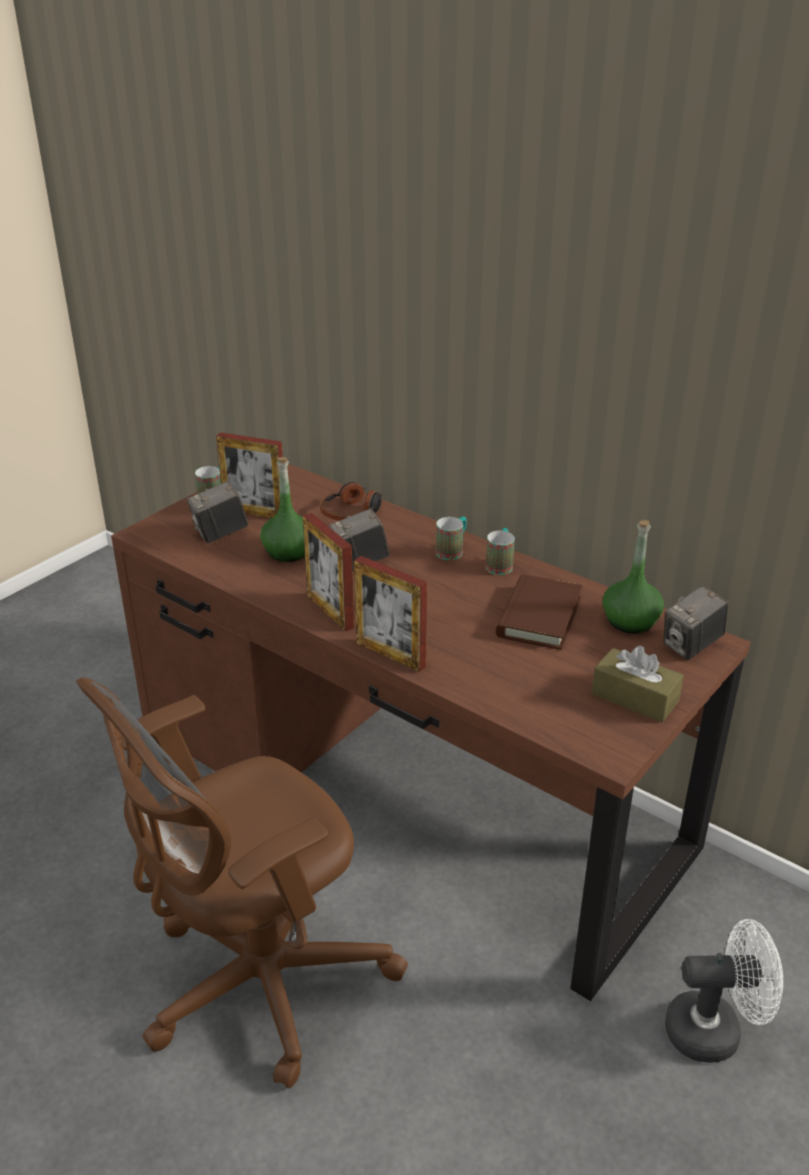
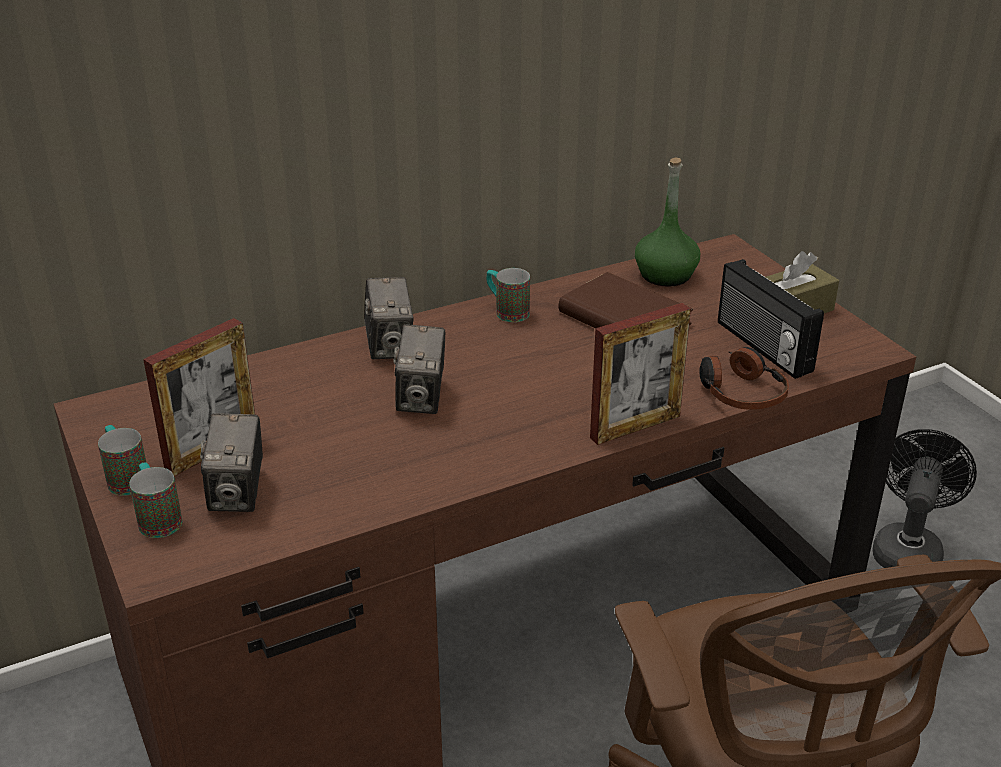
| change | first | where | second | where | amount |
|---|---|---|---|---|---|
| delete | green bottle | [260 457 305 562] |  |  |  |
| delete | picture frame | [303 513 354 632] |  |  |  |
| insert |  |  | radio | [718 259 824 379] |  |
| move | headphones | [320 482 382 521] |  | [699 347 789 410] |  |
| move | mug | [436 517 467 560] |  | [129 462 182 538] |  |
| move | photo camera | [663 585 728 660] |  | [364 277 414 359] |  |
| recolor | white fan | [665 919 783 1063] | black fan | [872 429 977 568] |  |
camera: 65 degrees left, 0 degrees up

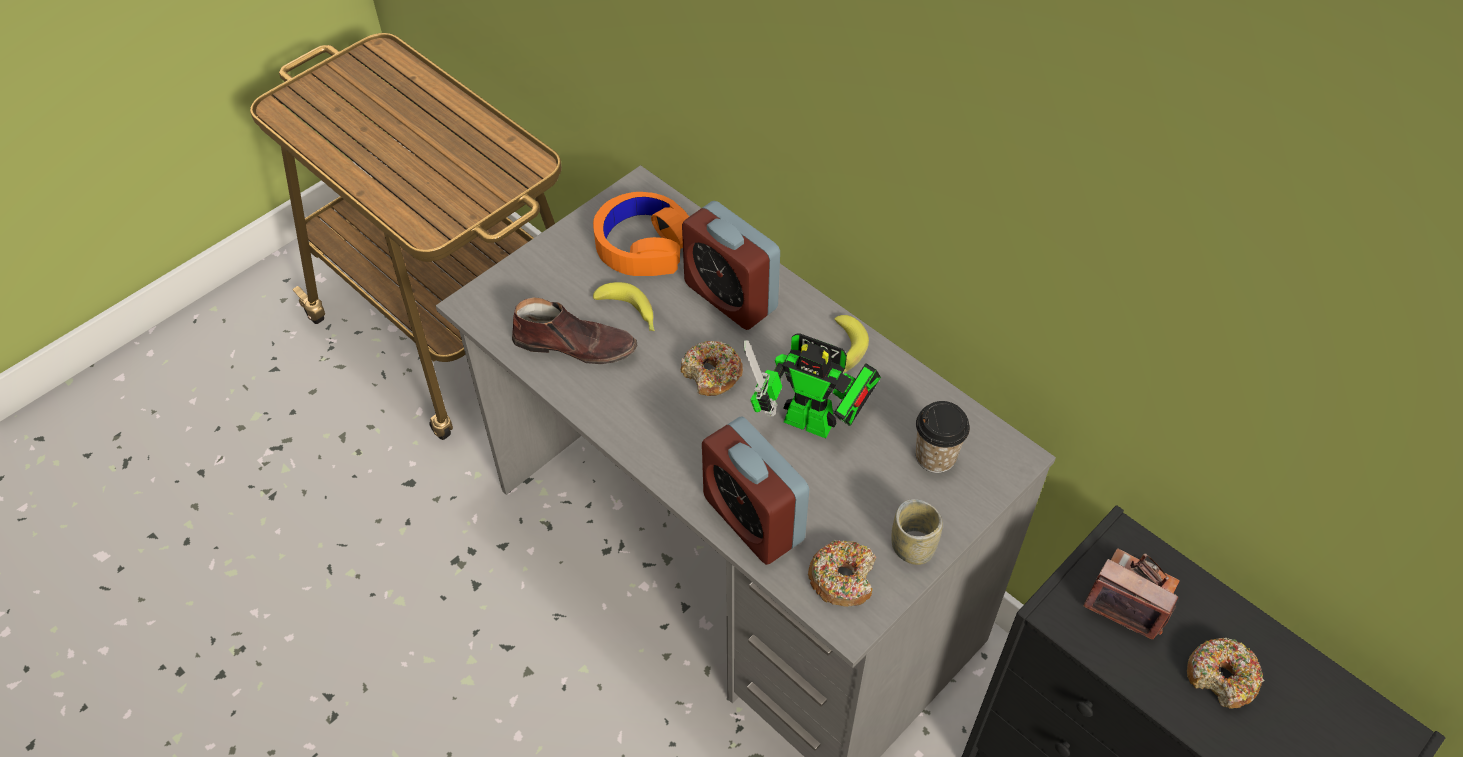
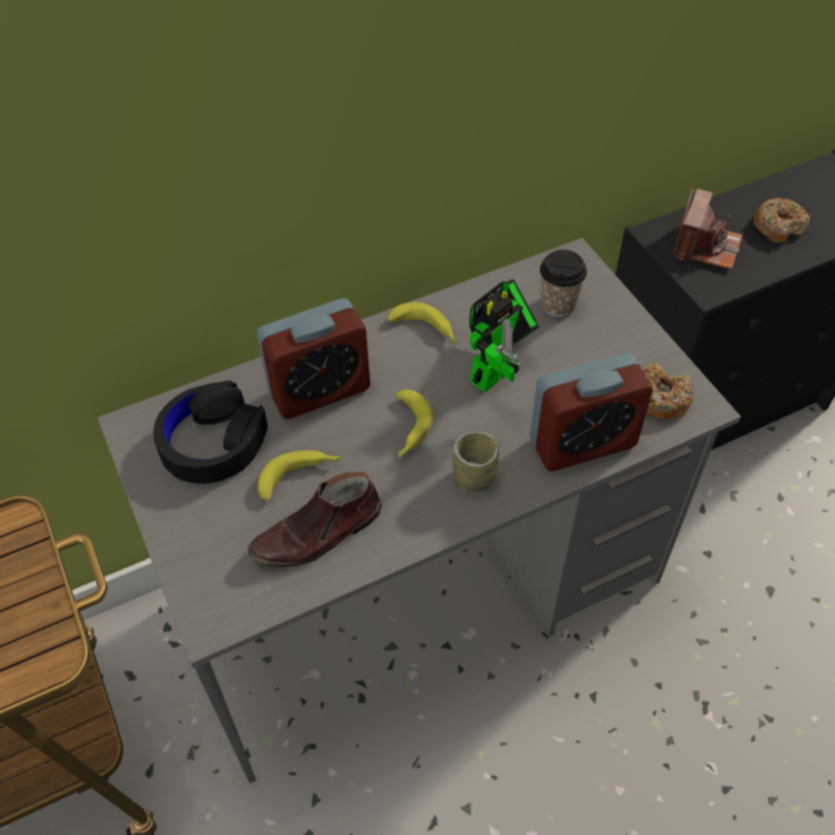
| change | first | where | second | where | amount |
|---|---|---|---|---|---|
| move | cup | [892 499 943 565] |  | [452 432 499 493] |  |
| replace | donut | [681 341 743 396] | banana | [395 390 433 458] |  |
| recolor | orange headphones | [593 192 689 276] | black headphones | [153 380 268 484] |  |
| rotate | brown shoe | [512 297 638 364] |  | [247 472 382 567] | 150 degrees counterclockwise |
| rotate | photo camera | [1084 548 1180 639] |  | [673 188 742 269] | 150 degrees clockwise |
camera: 70 degrees left, 0 degrees up

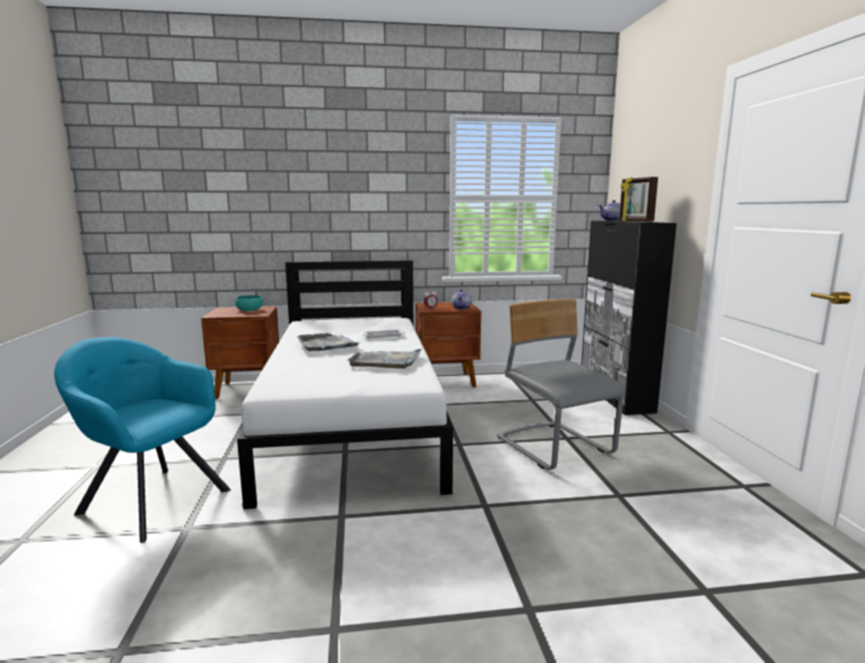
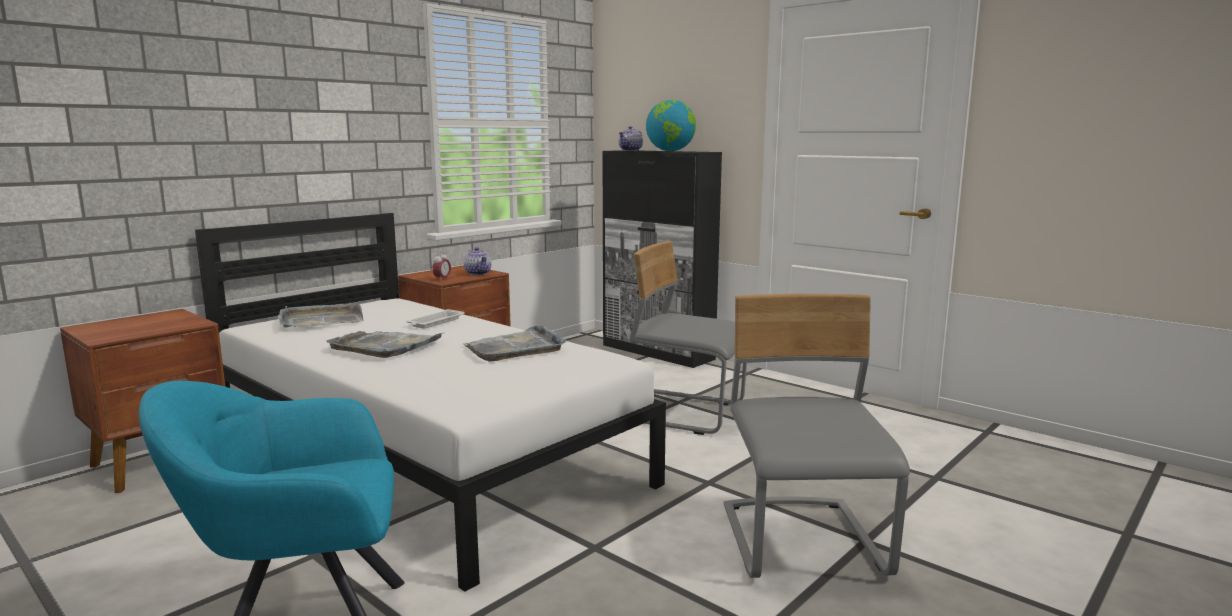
| change | first | where | second | where | amount |
|---|---|---|---|---|---|
| delete | turquoise bowl | [235 295 263 311] |  |  |  |
| insert |  |  | grey tray | [278 303 364 328] |  |
| insert |  |  | grey chair | [724 294 910 578] |  |
| replace | picture frame | [619 176 658 222] | globe | [646 100 696 151] |  |
camera: 40 degrees left, 0 degrees up

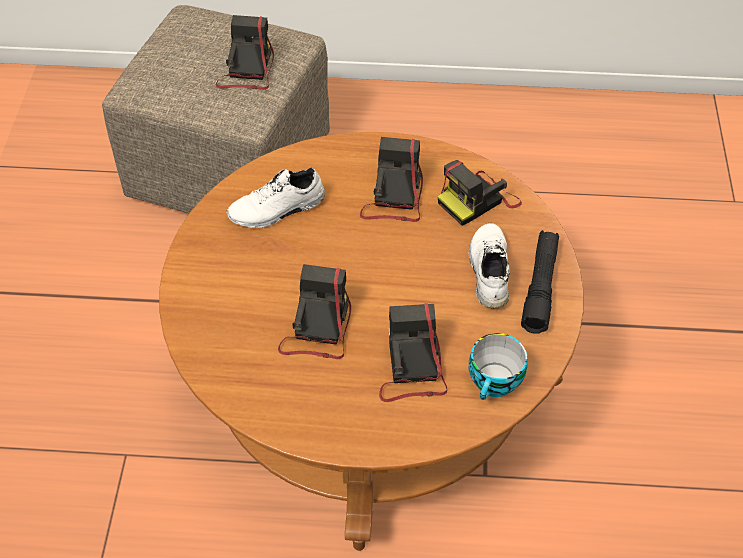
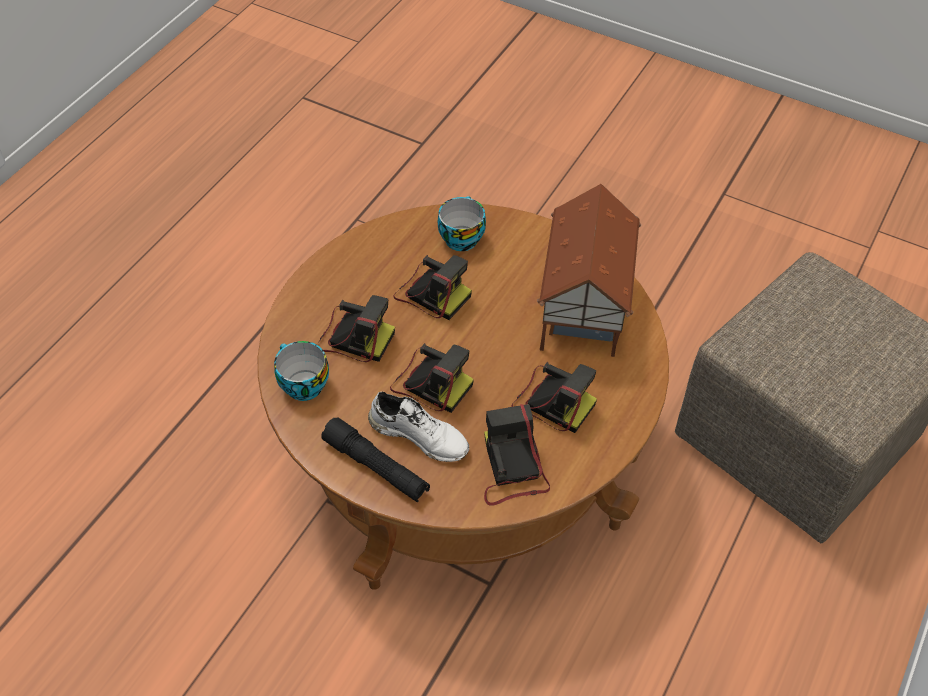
| change | first | where | second | where | amount |
|---|---|---|---|---|---|
| insert |  |  | cup | [438 196 486 251] |  |
| move | photo camera | [216 15 274 90] |  | [390 343 474 413] |  |
| replace | white shoe | [226 168 326 228] | toy house | [537 184 641 357] |  |
camera: 115 degrees right, 0 degrees up

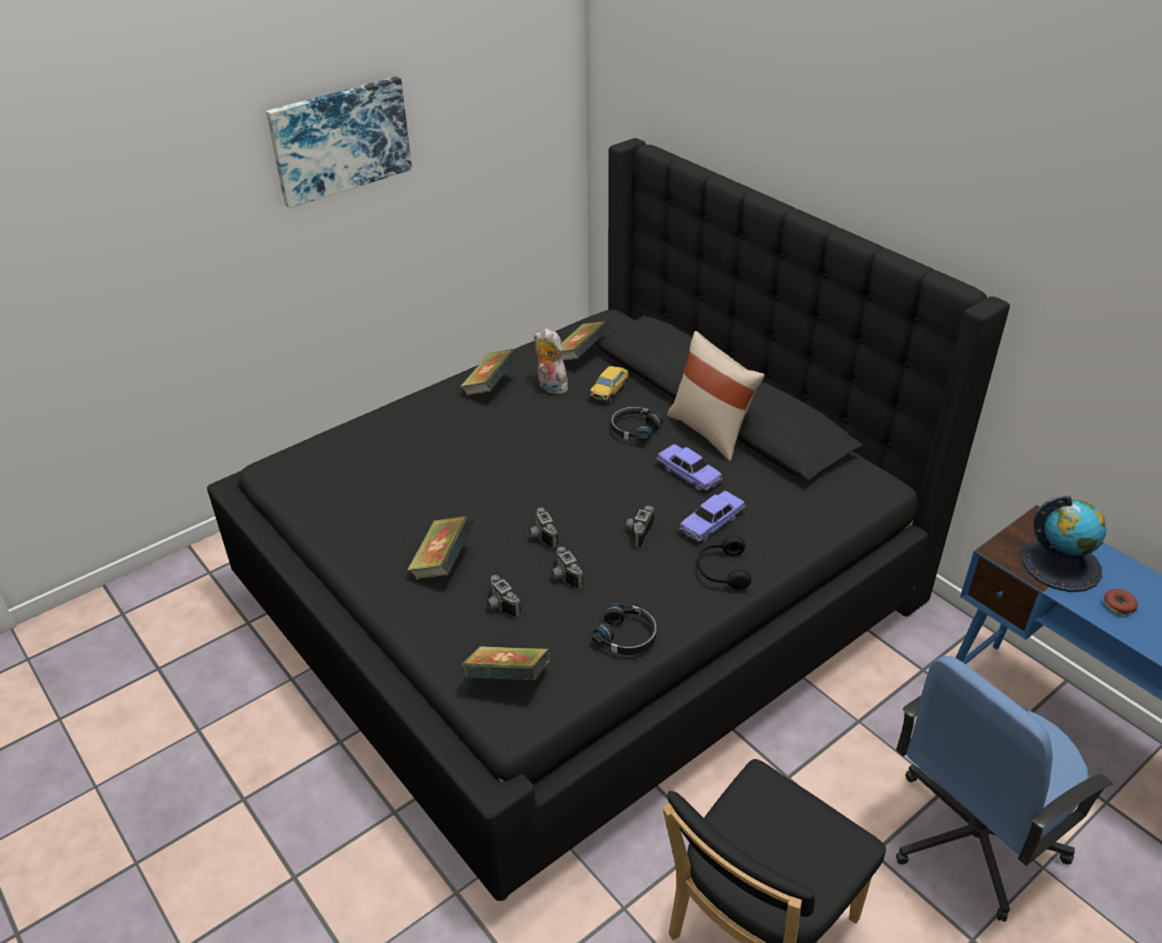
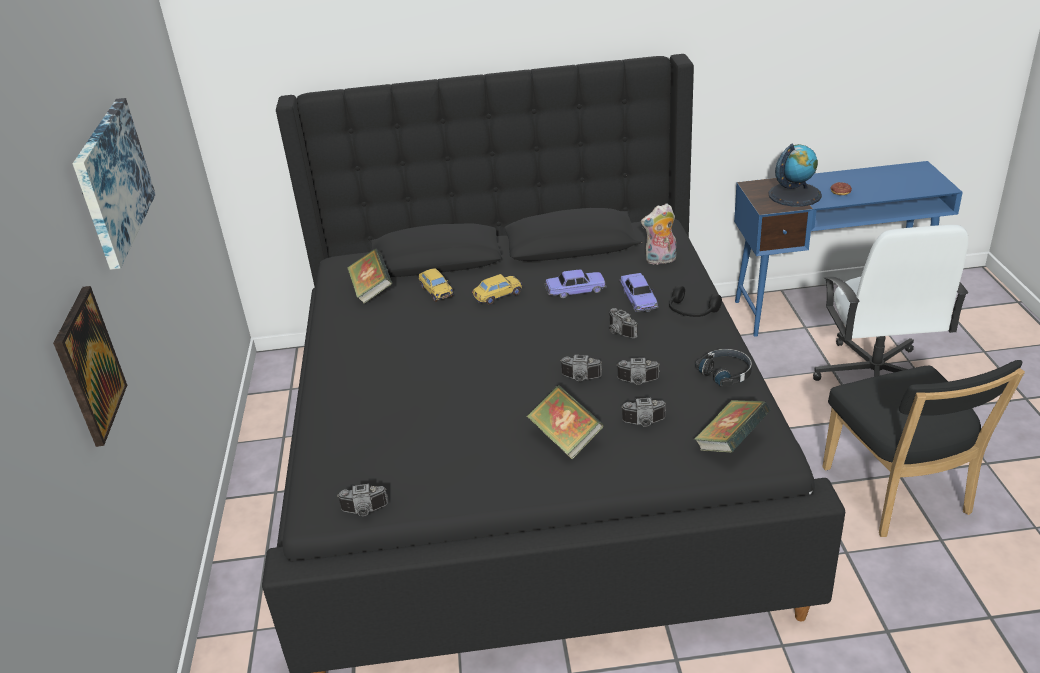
| change | first | where | second | where | amount |
|---|---|---|---|---|---|
| delete | book | [460 349 519 396] |  |  |  |
| delete | beige pillow | [667 331 765 461] |  |  |  |
| insert |  |  | picture | [53 286 127 447] |  |
| insert |  |  | photo camera | [337 484 388 516] |  |
| move | plush toy | [534 328 570 395] |  | [641 203 676 265] |  |
| replace | black headphones | [611 407 663 442] | toy car | [472 274 523 305] |  |
| recolor | blue office chair | [896 656 1113 922] | white office chair | [813 225 968 381] |  |
camera: 55 degrees left, 5 degrees down

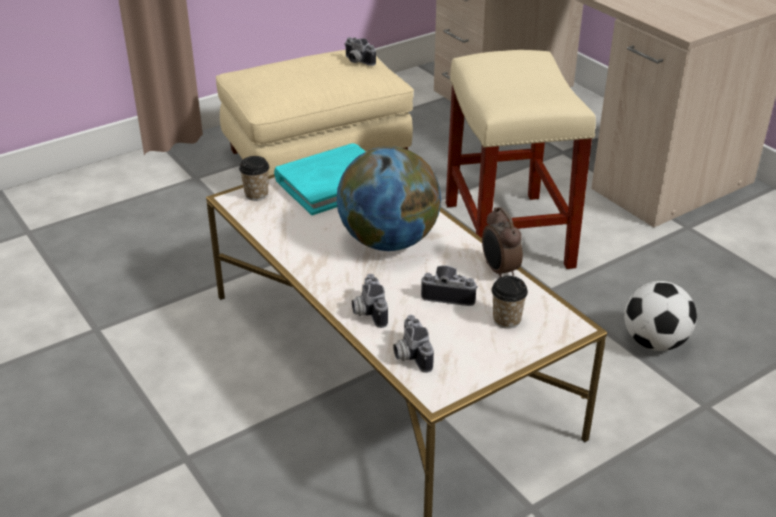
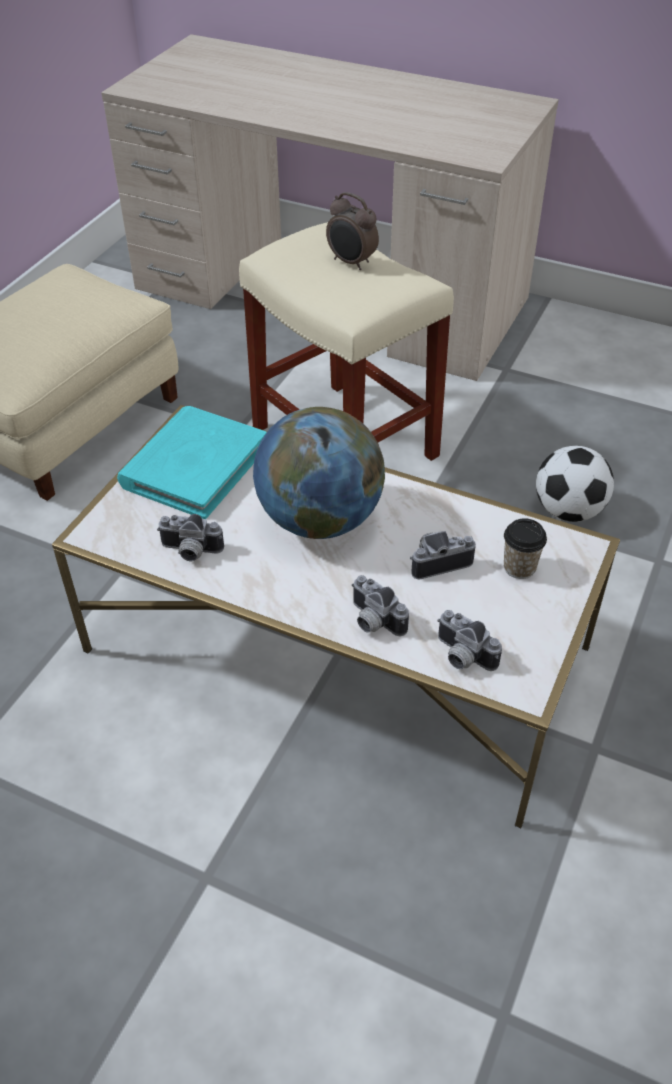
| change | first | where | second | where | amount |
|---|---|---|---|---|---|
| delete | cup | [239 156 269 201] |  |  |  |
| move | photo camera | [345 37 376 66] |  | [157 514 224 561] |  |
| move | alarm clock | [482 207 523 277] |  | [326 192 379 270] |  |
camera: 30 degrees left, 10 degrees up

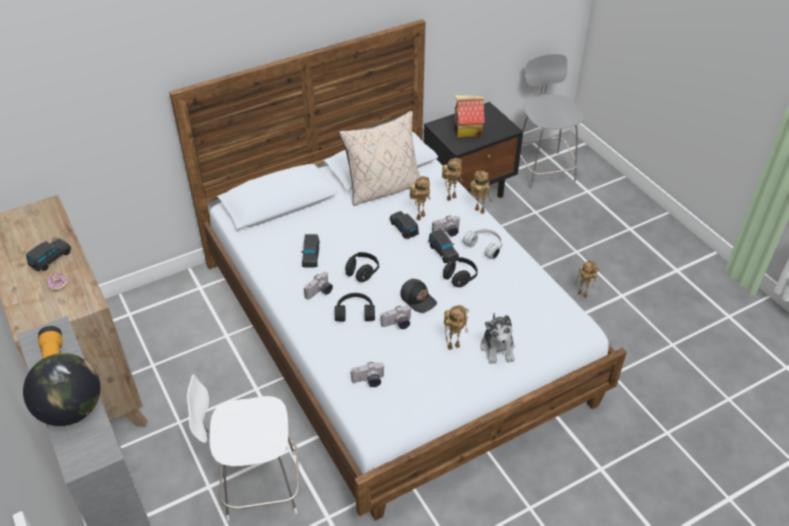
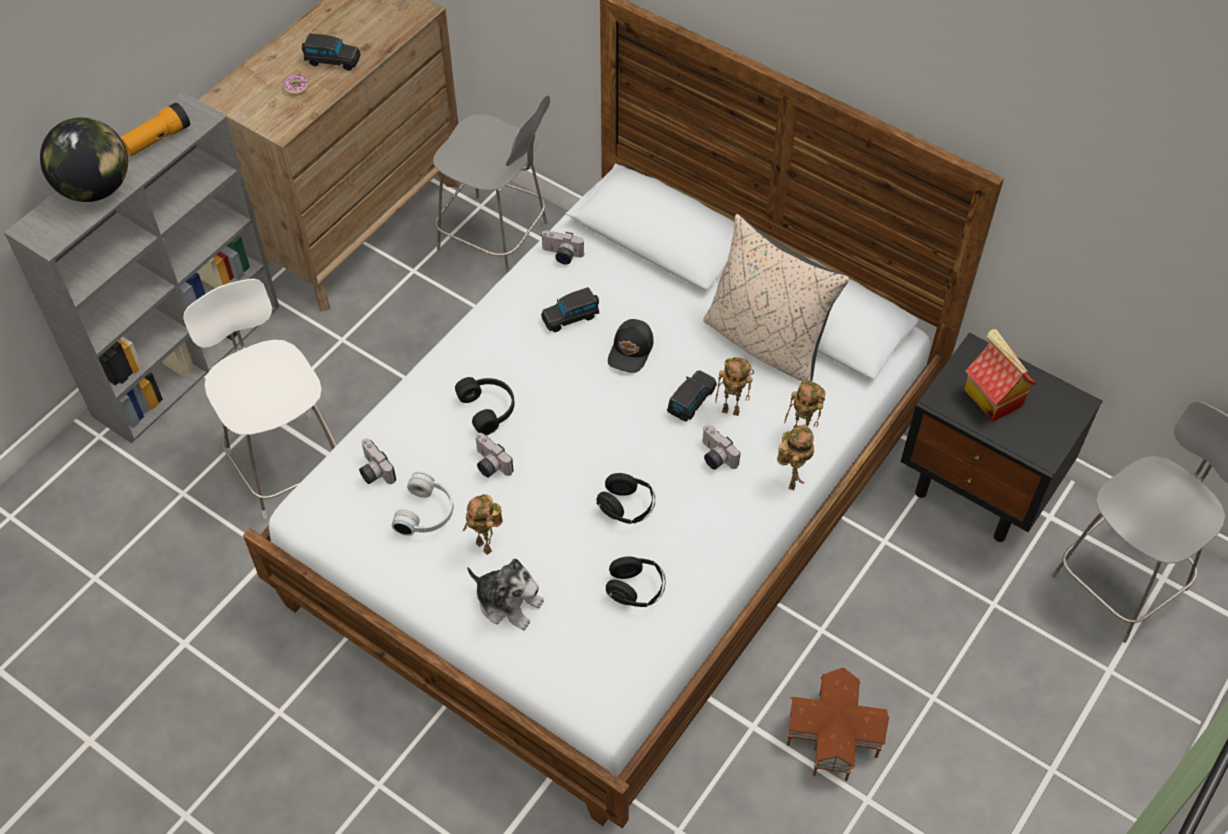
| change | first | where | second | where | amount |
|---|---|---|---|---|---|
| delete | black toy car | [428 229 459 263] |  |  |  |
| insert |  |  | grey chair | [433 95 550 274] |  |
| move | photo camera | [304 272 333 300] |  | [541 230 584 264] |  |
| move | black headphones | [345 252 379 282] |  | [606 556 666 607] |  |
| move | black cap | [400 279 437 313] |  | [608 319 653 373] |  |
| move | white headphones | [463 229 502 260] |  | [392 472 453 536] |  |
| replace | toy robot | [574 261 599 298] | toy house | [787 667 889 781] |  |
| rotate | plush toy | [480 313 515 364] |  | [467 559 544 630] | 120 degrees counterclockwise |
camera: 65 degrees right, 10 degrees up

